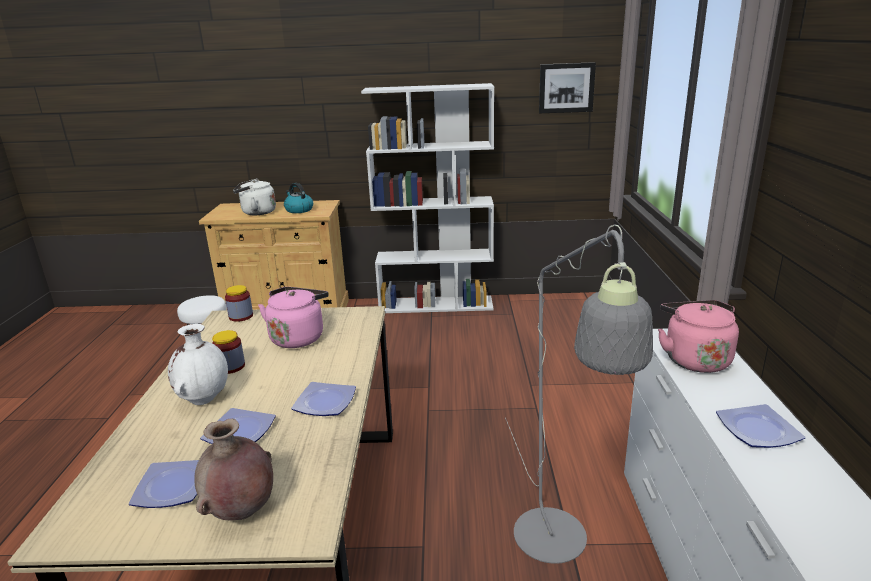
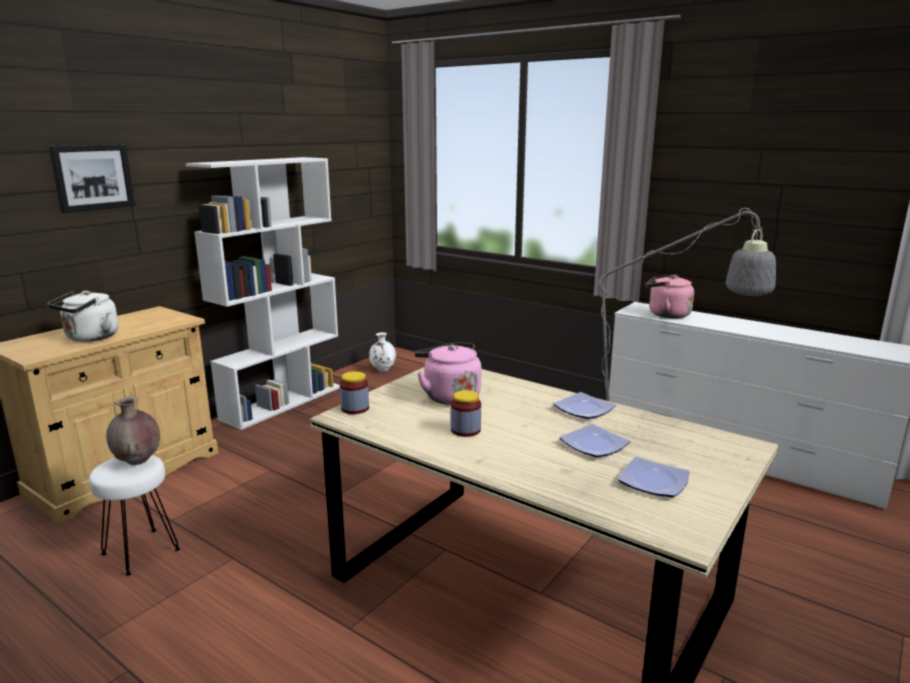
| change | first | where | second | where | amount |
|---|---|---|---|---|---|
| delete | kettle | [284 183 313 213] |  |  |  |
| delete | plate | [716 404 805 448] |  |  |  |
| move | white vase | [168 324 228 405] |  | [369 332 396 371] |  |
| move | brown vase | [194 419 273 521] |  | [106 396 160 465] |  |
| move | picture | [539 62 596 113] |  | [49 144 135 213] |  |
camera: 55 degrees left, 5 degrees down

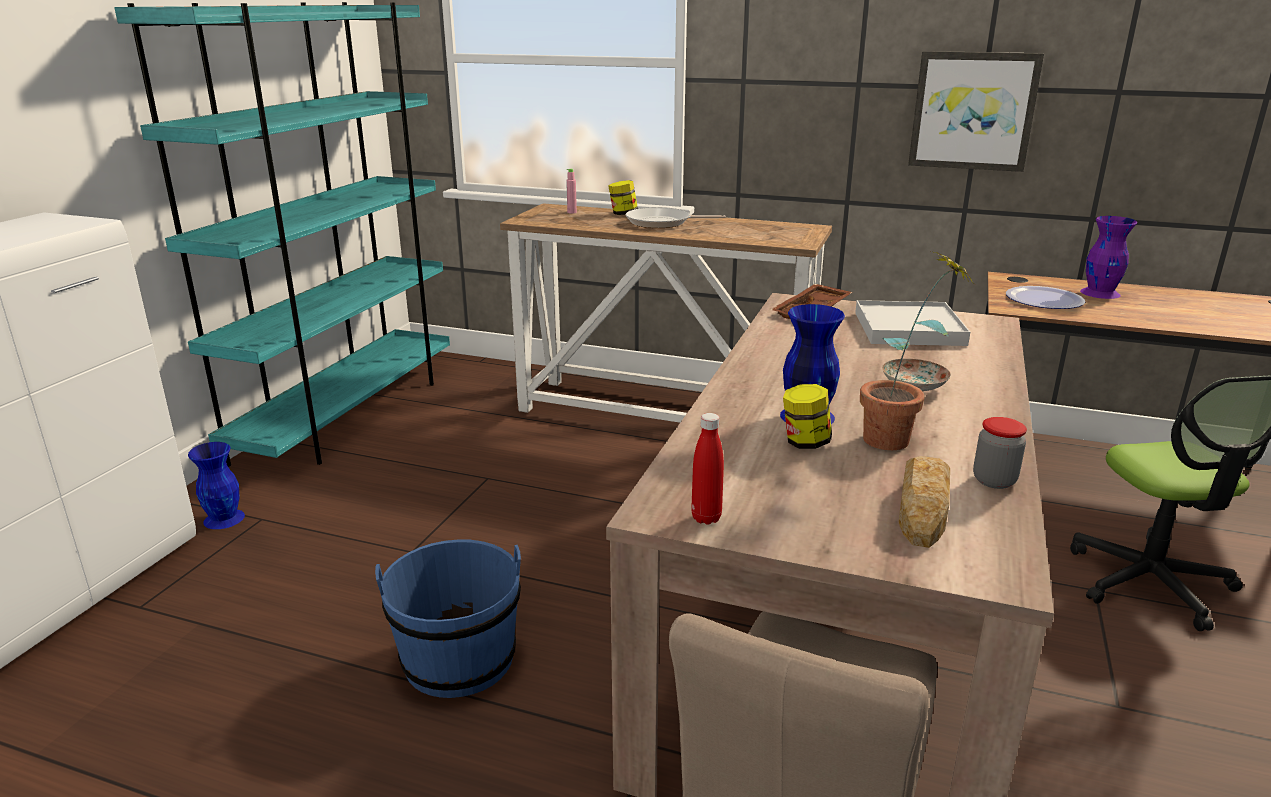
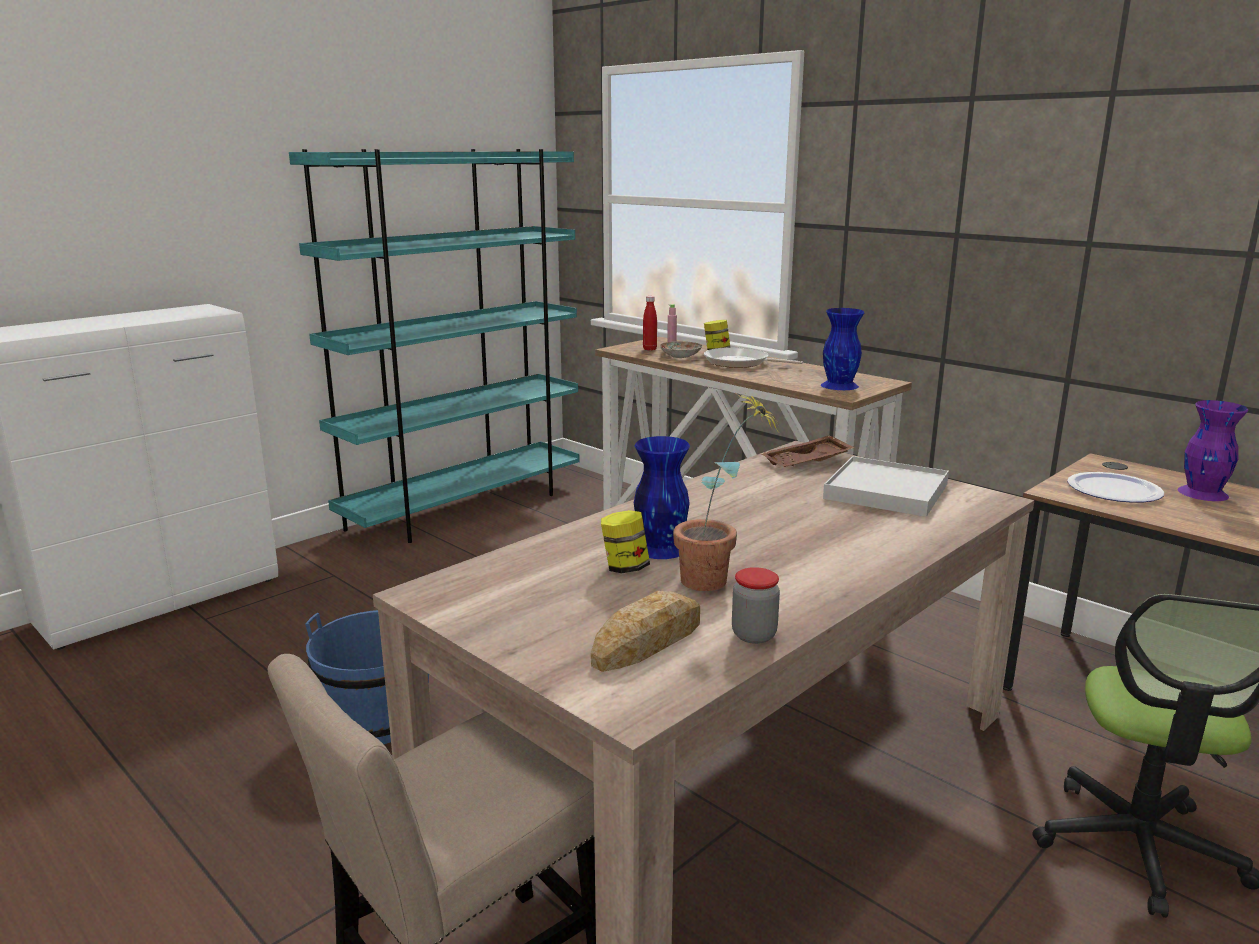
| change | first | where | second | where | amount |
|---|---|---|---|---|---|
| delete | picture | [908 51 1044 172] |  |  |  |
| move | blue vase | [188 442 245 529] |  | [821 308 865 390] |  |
| move | red bottle | [691 413 724 525] |  | [643 296 657 350] |  |
| move | plate | [882 359 951 391] |  | [660 341 702 358] |  |
camera: 25 degrees right, 5 degrees down

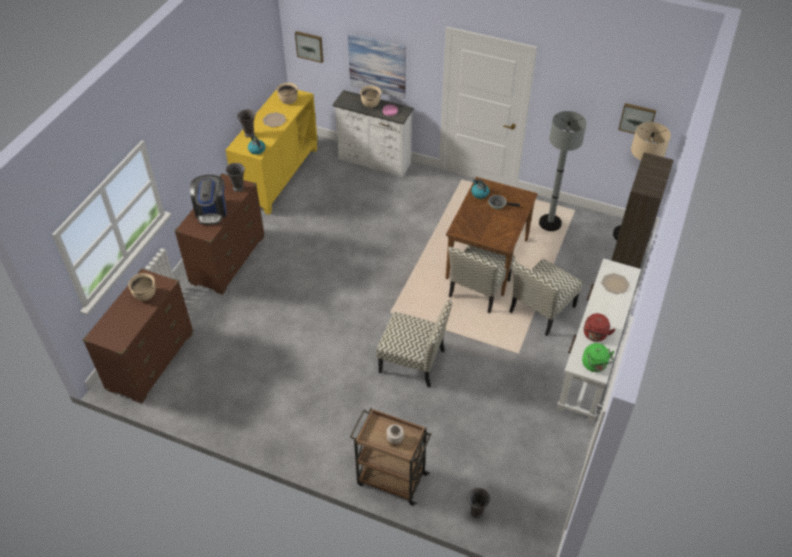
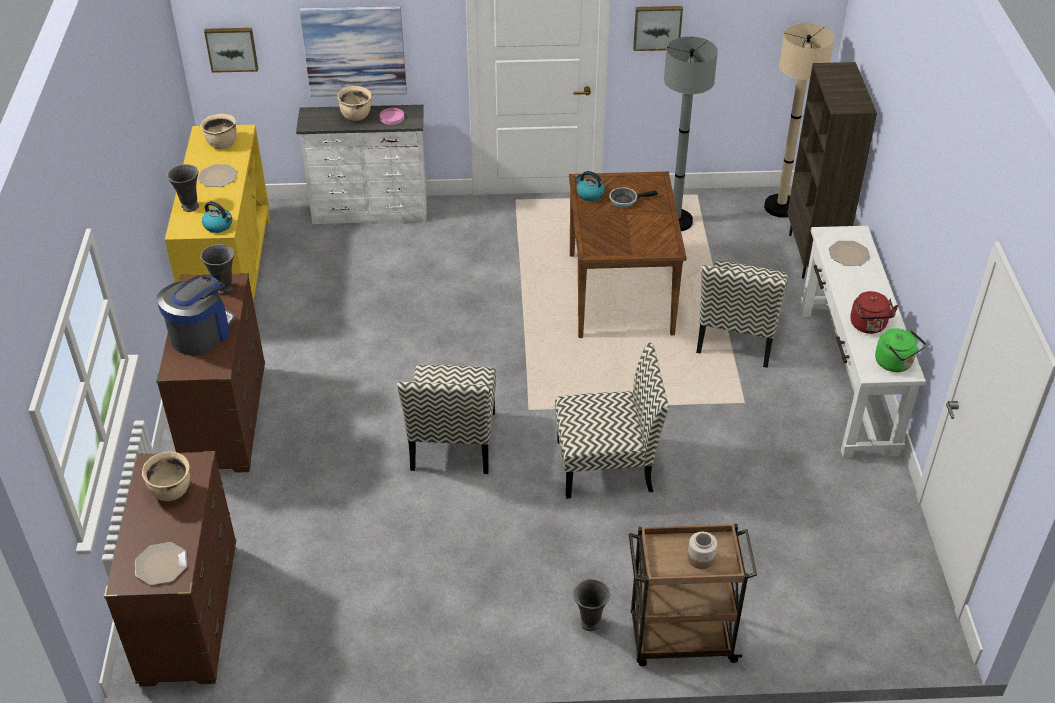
| change | first | where | second | where | amount |
|---|---|---|---|---|---|
| insert |  |  | plate | [135 542 187 585] |  |
| move | chair | [448 245 515 313] |  | [397 365 496 474] |  |
| move | grey vase | [467 488 491 519] |  | [573 579 610 631] |  |
| move | picture | [618 103 656 134] |  | [633 6 683 51] |  |
| rotate | coffee machine | [190 175 227 225] |  | [156 276 236 356] | 120 degrees counterclockwise |
camera: 25 degrees left, 5 degrees down

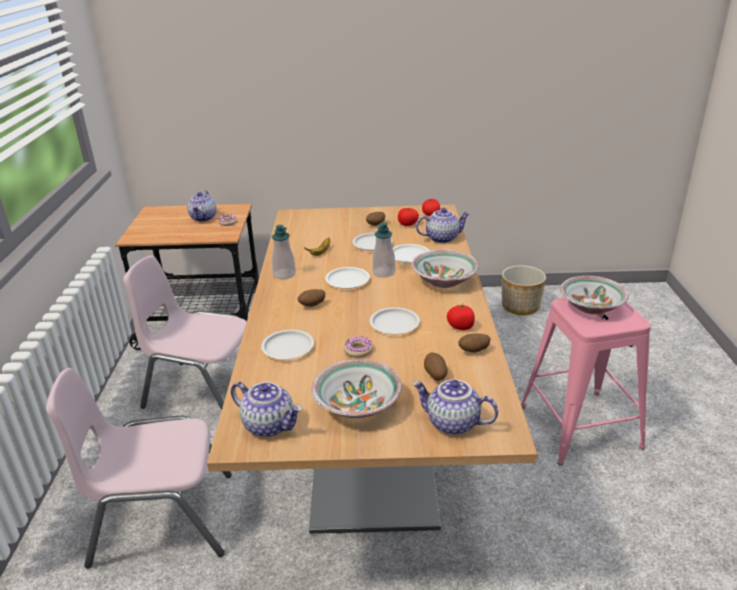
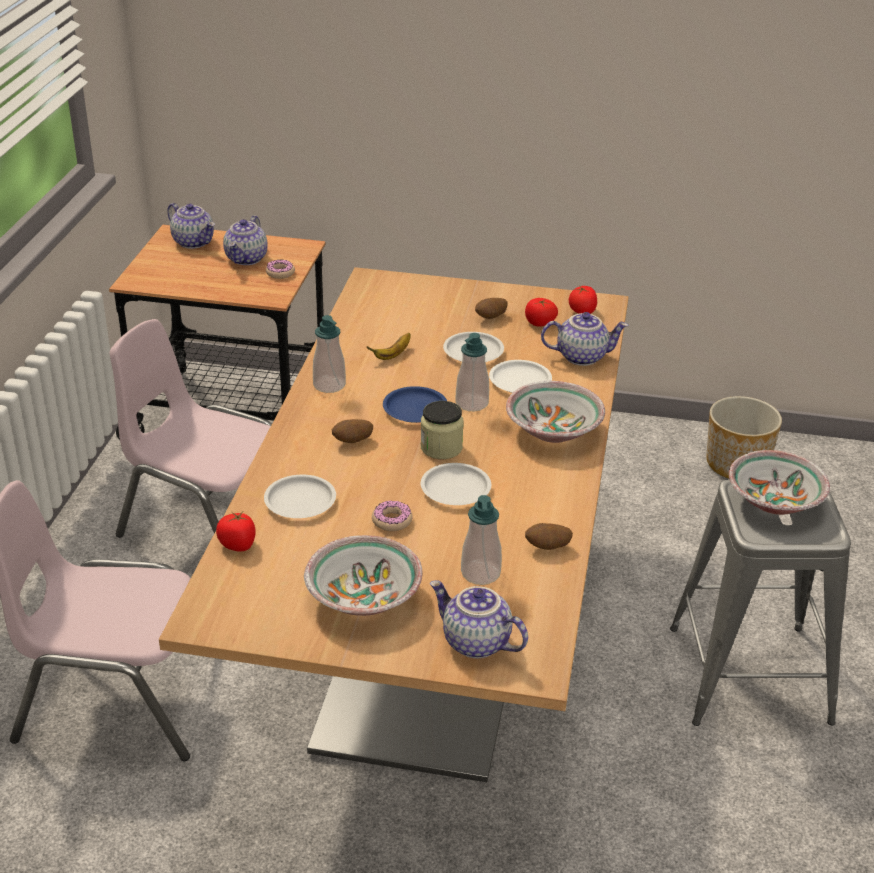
| change | first | where | second | where | amount |
|---|---|---|---|---|---|
| insert |  |  | jar | [421 401 464 459] |  |
| move | teapot | [231 382 302 437] |  | [167 203 215 249] |  |
| move | tomato | [447 304 475 330] |  | [216 512 255 551] |  |
| replace | potato | [424 353 448 381] | soap dispenser | [461 495 502 585] |  |
| recolor | white plate | [325 267 370 289] | blue plate | [383 386 447 423] |  |
| recolor | pink stool | [521 298 651 465] | grey stool | [670 479 851 726] |  |
camera: 10 degrees right, 5 degrees up

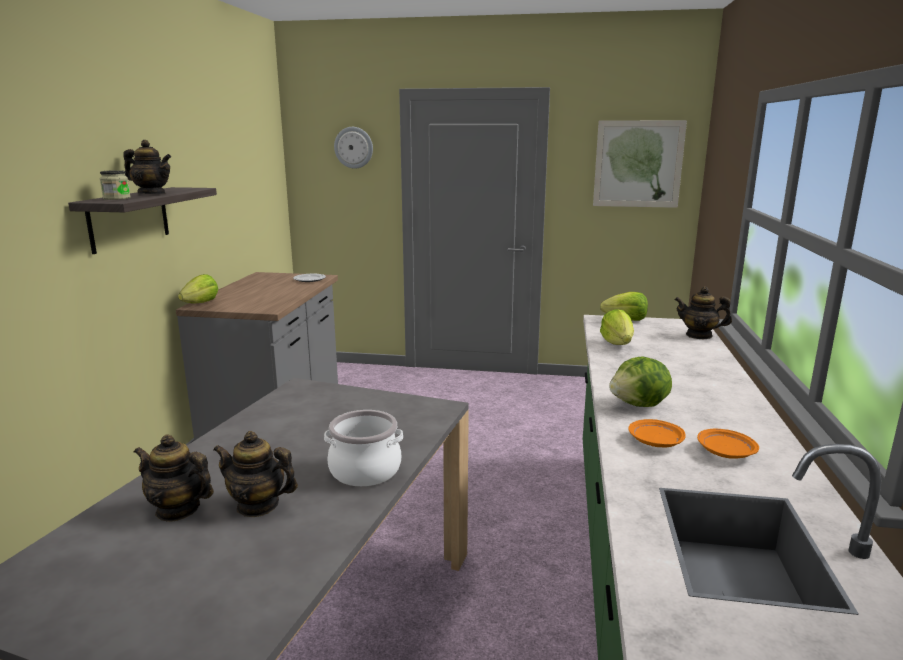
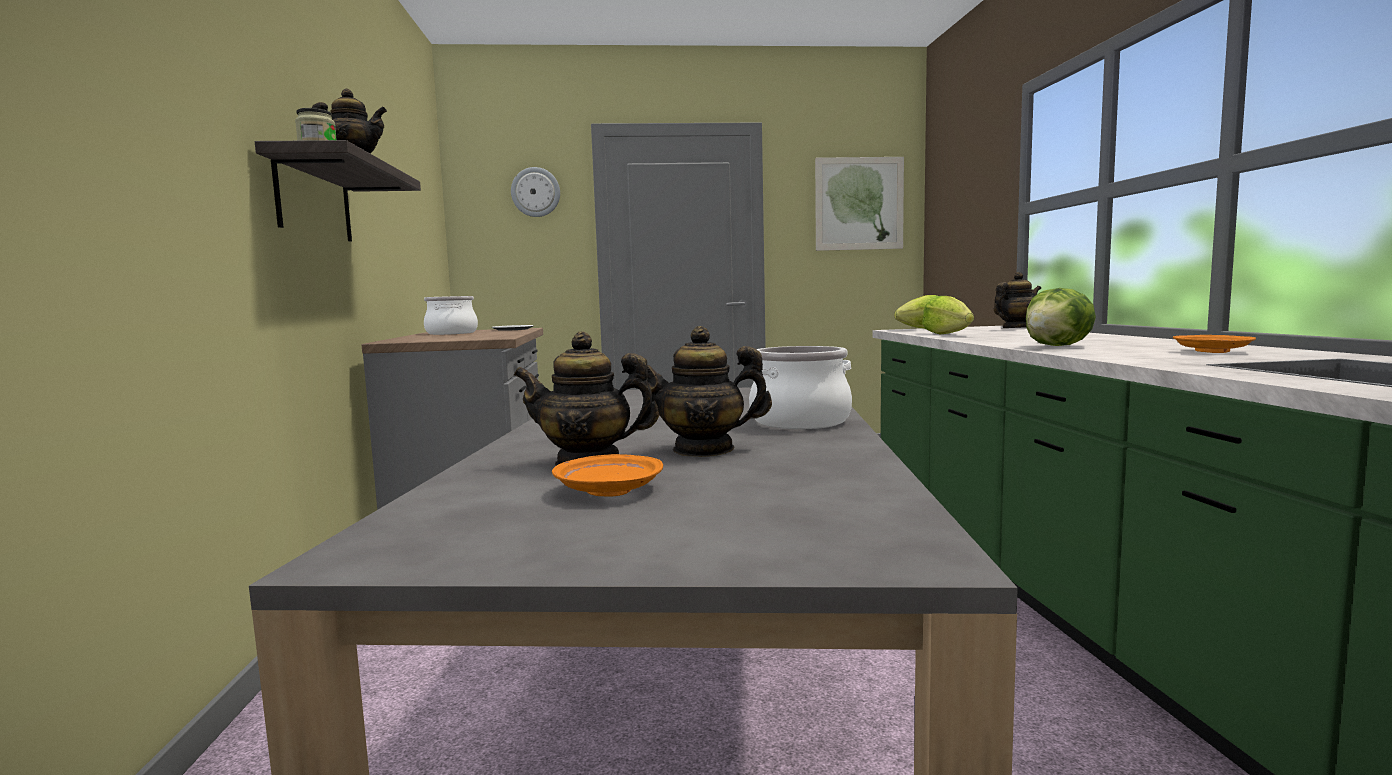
| change | first | where | second | where | amount |
|---|---|---|---|---|---|
| delete | lettuce | [178 274 218 303] |  |  |  |
| insert |  |  | cooking pot | [424 296 478 335] |  |
| move | orange plate | [629 419 686 447] |  | [552 454 663 497] |  |
| rotate | teapot | [674 287 732 339] |  | [994 272 1041 328] | 150 degrees clockwise |
camera: 15 degrees left, 10 degrees down

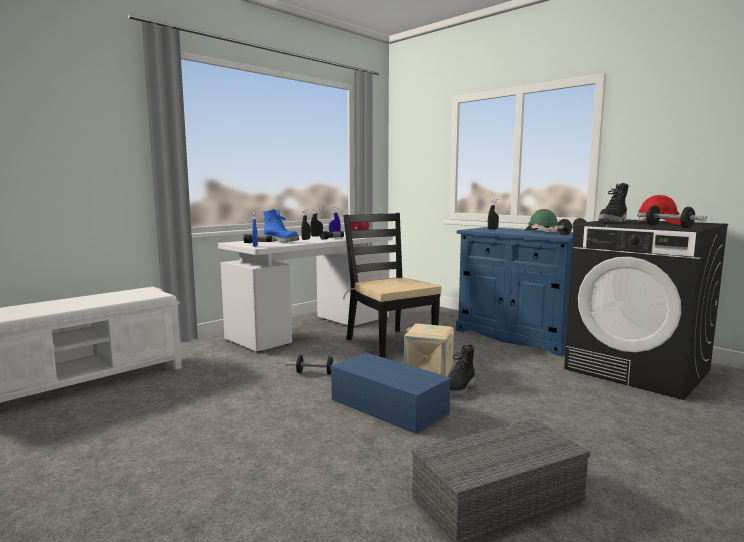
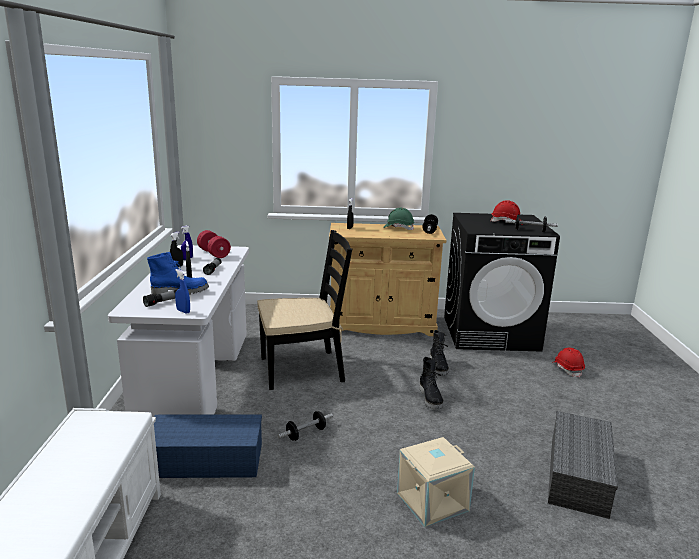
| change | first | where | second | where | amount |
|---|---|---|---|---|---|
| insert |  |  | red hard hat | [554 348 585 378] |  |
| move | blue storage box | [330 353 451 434] |  | [154 414 262 478] |  |
| move | beige storage box | [404 324 454 377] |  | [397 437 475 527] |  |
| move | black boot | [599 183 629 223] |  | [430 330 449 376] |  |
| recolor | blue cabinet | [456 227 574 356] | beige cabinet | [329 223 446 336] |  |
| rotate | black chair | [343 213 442 358] |  | [257 230 352 390] | 150 degrees clockwise |
camera: 45 degrees left, 10 degrees up

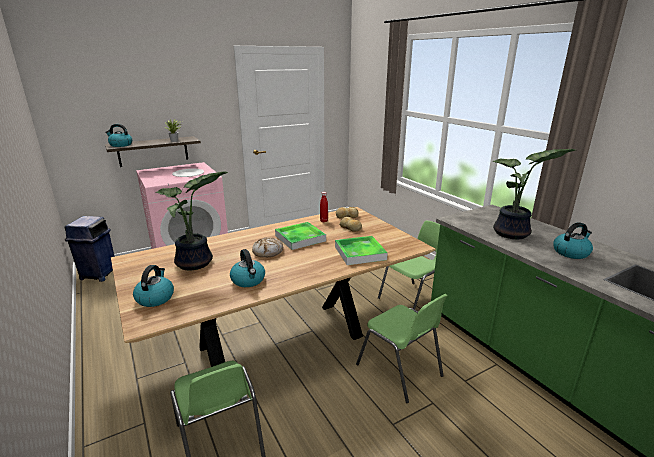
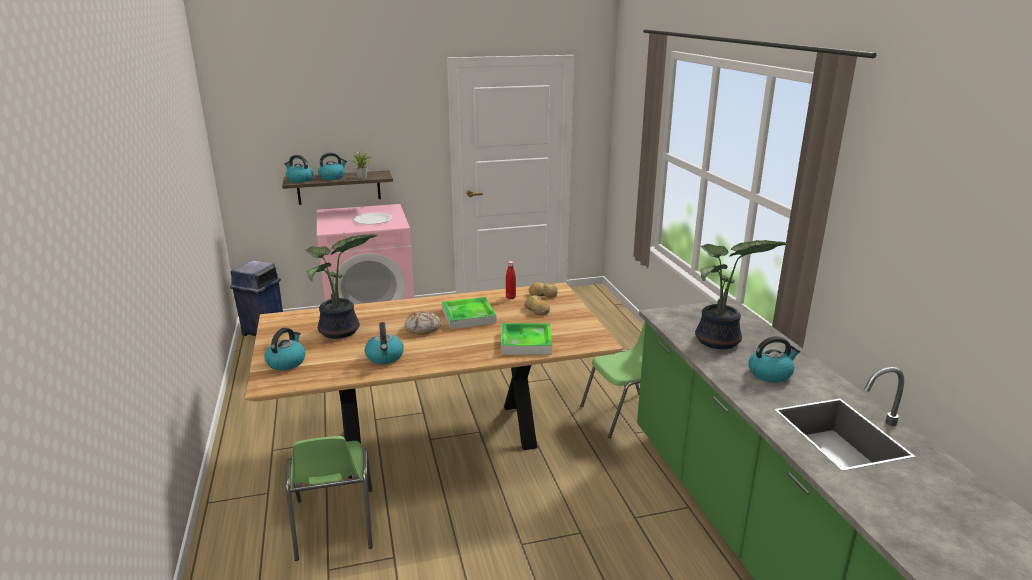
| change | first | where | second | where | amount |
|---|---|---|---|---|---|
| delete | green chair | [356 294 448 403] |  |  |  |
| insert |  |  | kettle | [318 153 347 180] |  |
camera: 15 degrees right, 0 degrees up

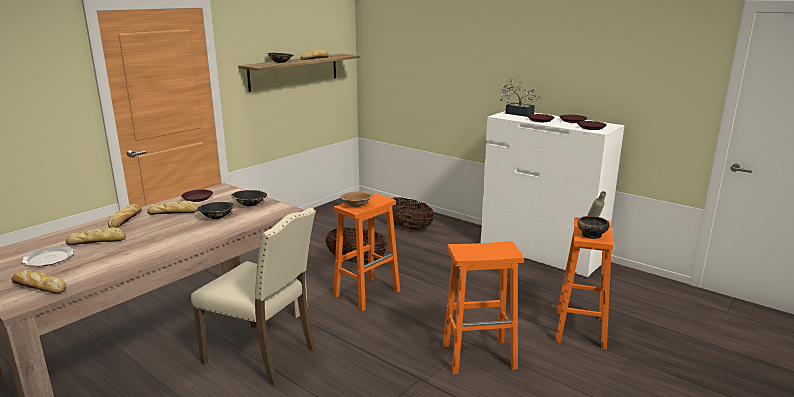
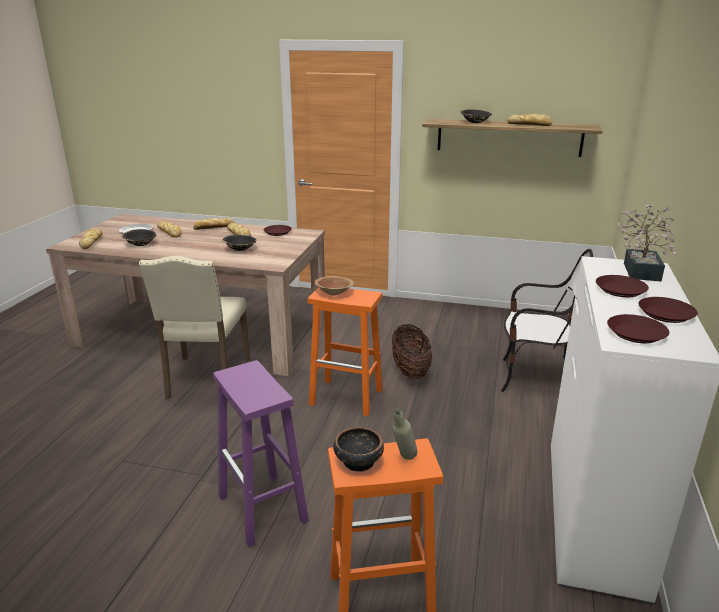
| change | first | where | second | where | amount |
|---|---|---|---|---|---|
| move | black bowl | [231 190 267 206] |  | [122 229 156 246] |  |
| replace | basket | [392 197 434 231] | chair | [501 249 593 392] |  |
| recolor | orange stool | [443 241 524 374] | purple stool | [213 360 309 547] |  |
camera: 65 degrees right, 5 degrees up

